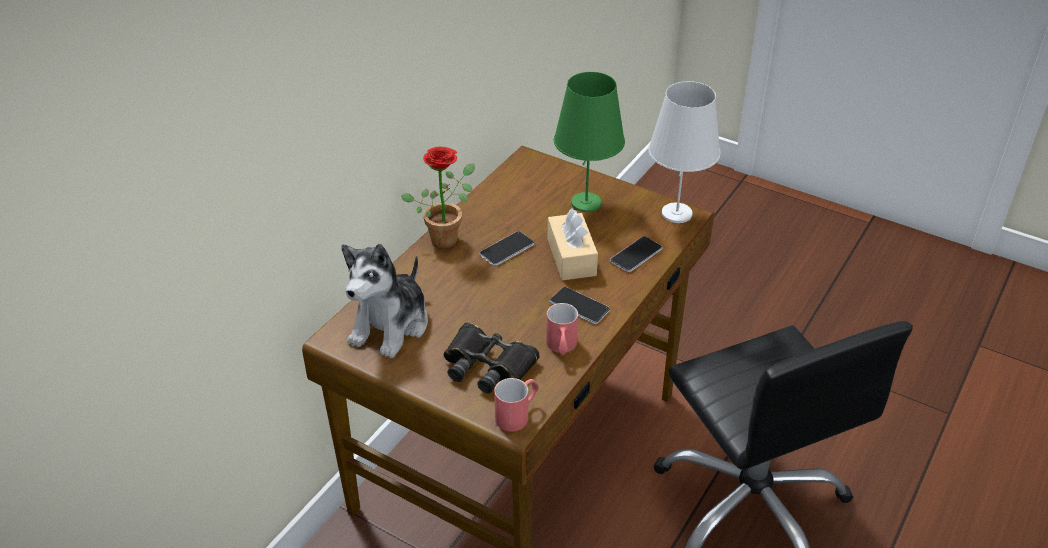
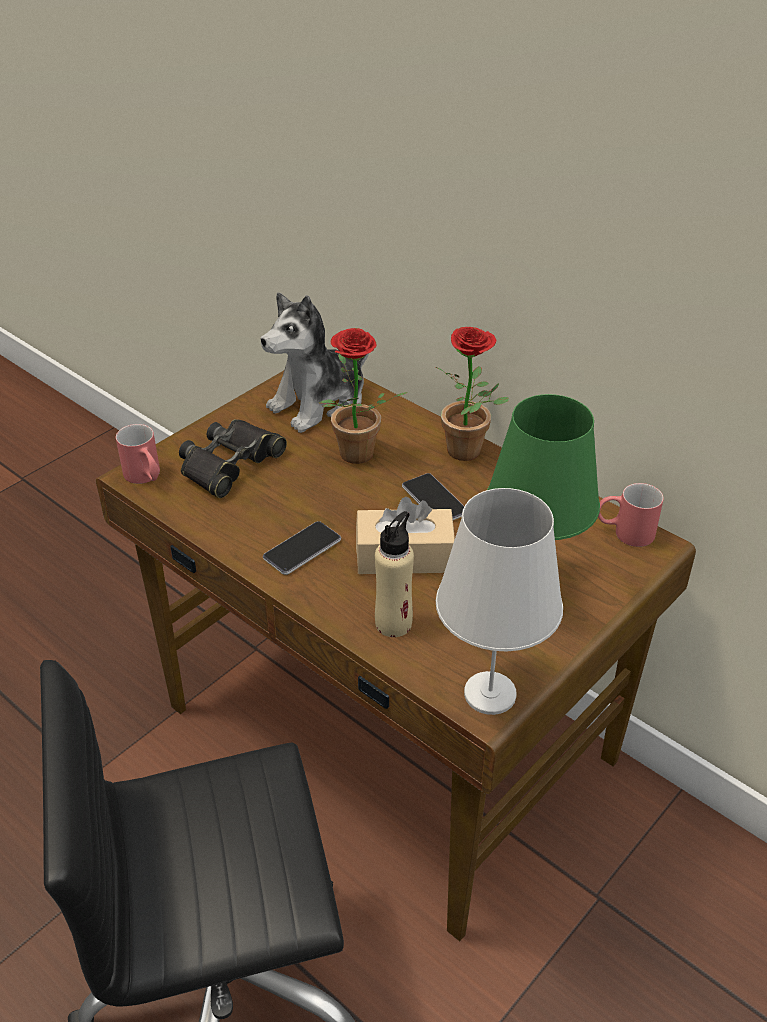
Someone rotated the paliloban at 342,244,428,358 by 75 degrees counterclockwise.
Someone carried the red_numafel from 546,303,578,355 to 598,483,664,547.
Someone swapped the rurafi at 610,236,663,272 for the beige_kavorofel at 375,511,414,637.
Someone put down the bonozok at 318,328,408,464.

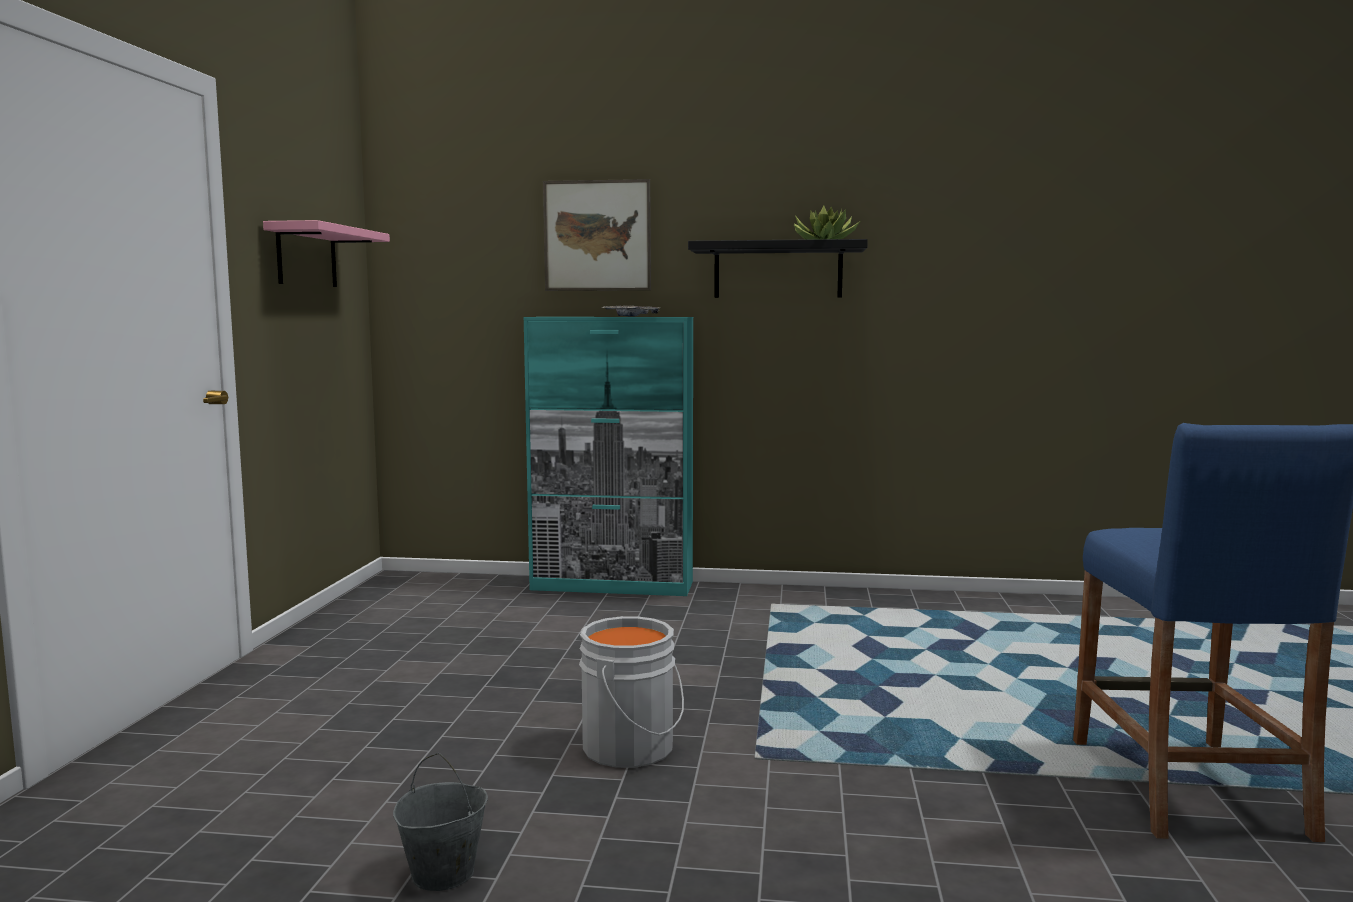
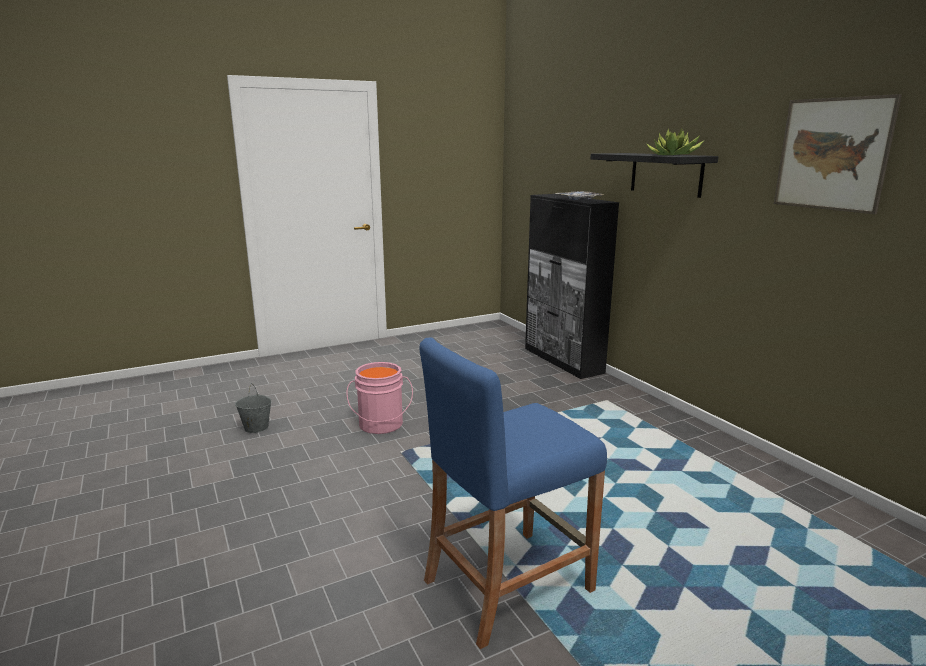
Someone took away the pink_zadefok at 263,220,390,287.
Someone repainted the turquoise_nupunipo at 523,317,693,596, which became the black_nupunipo at 525,194,619,379.
Someone carried the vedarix from 543,179,651,291 to 774,94,902,214.
Someone repainted the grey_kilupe at 579,616,684,768, which became the pink_kilupe at 346,362,413,434.

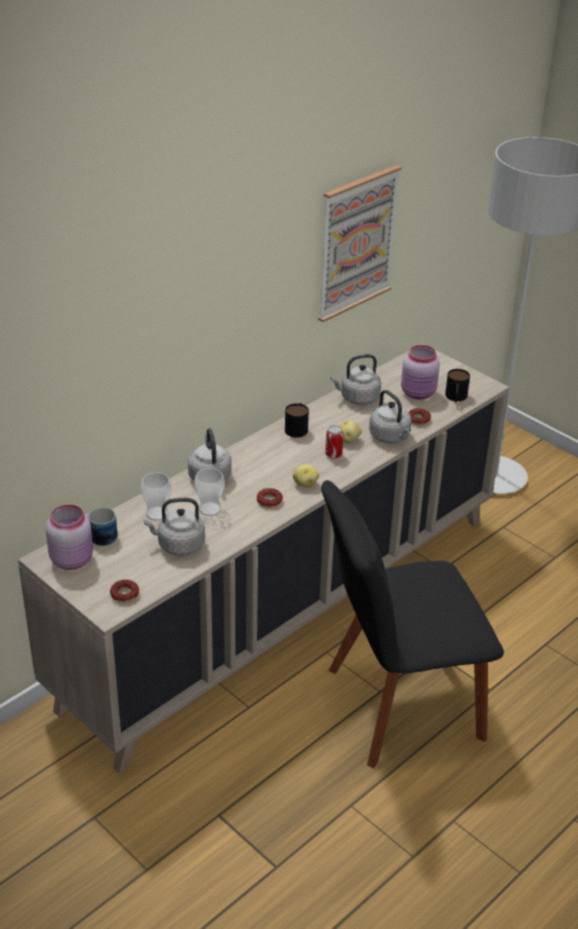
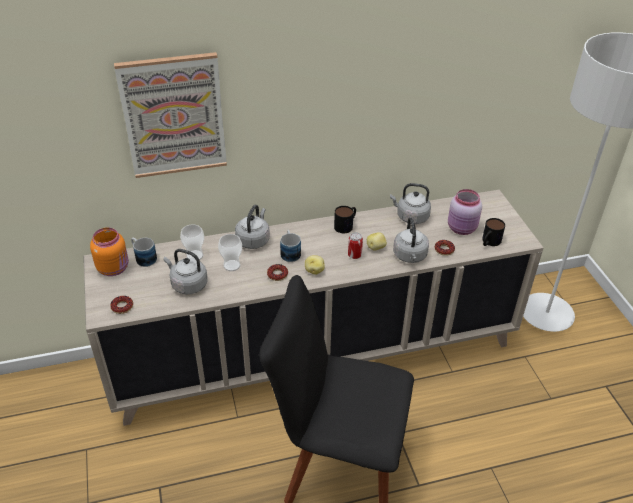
Someone repainted the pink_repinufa at 46,505,93,570, which became the orange_repinufa at 90,228,129,276.
Someone carried the vedarix from 318,165,402,322 to 114,52,227,178.
Someone put down the numafel at 280,230,301,262.

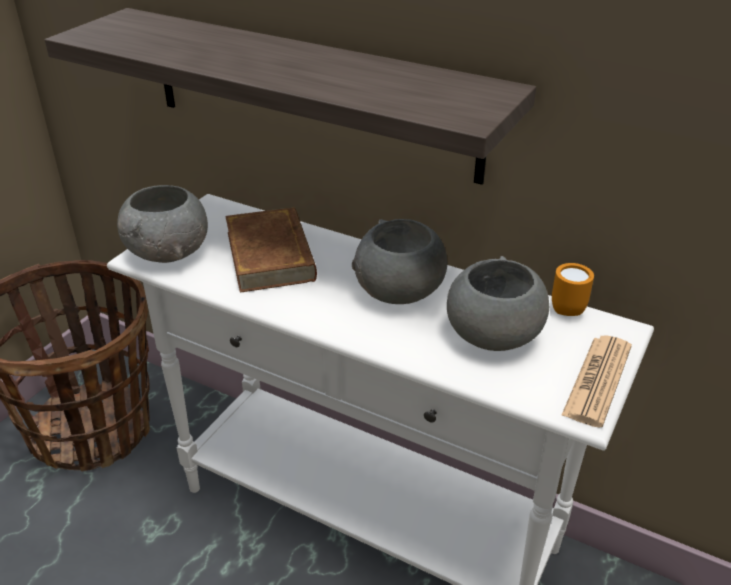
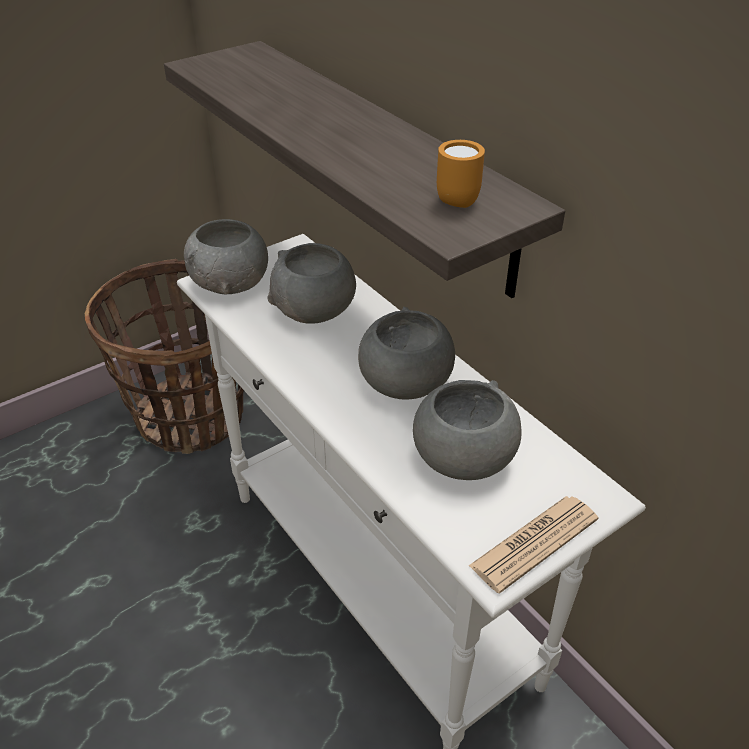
Someone swapped the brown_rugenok at 225,207,317,293 for the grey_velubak at 268,243,356,324.
Someone carried the orange_numafel from 552,263,594,316 to 437,140,485,208.

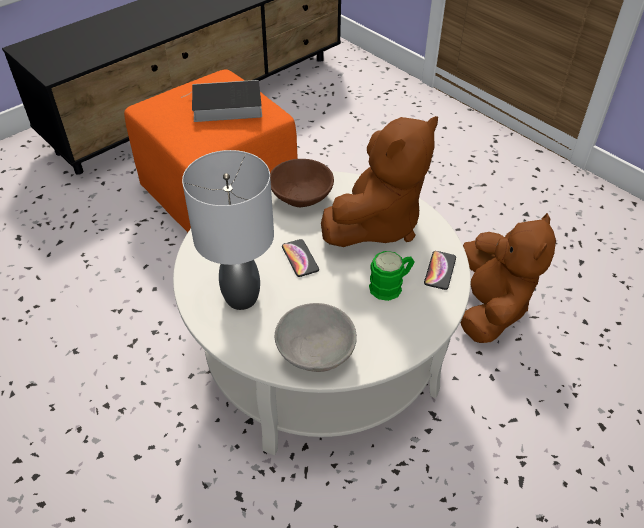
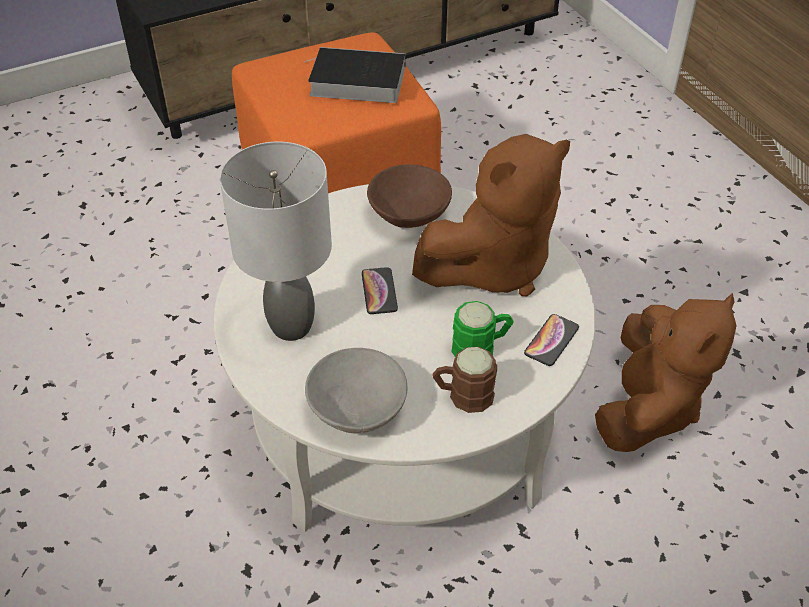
Someone put down the brown_numafel at 432,347,497,413.

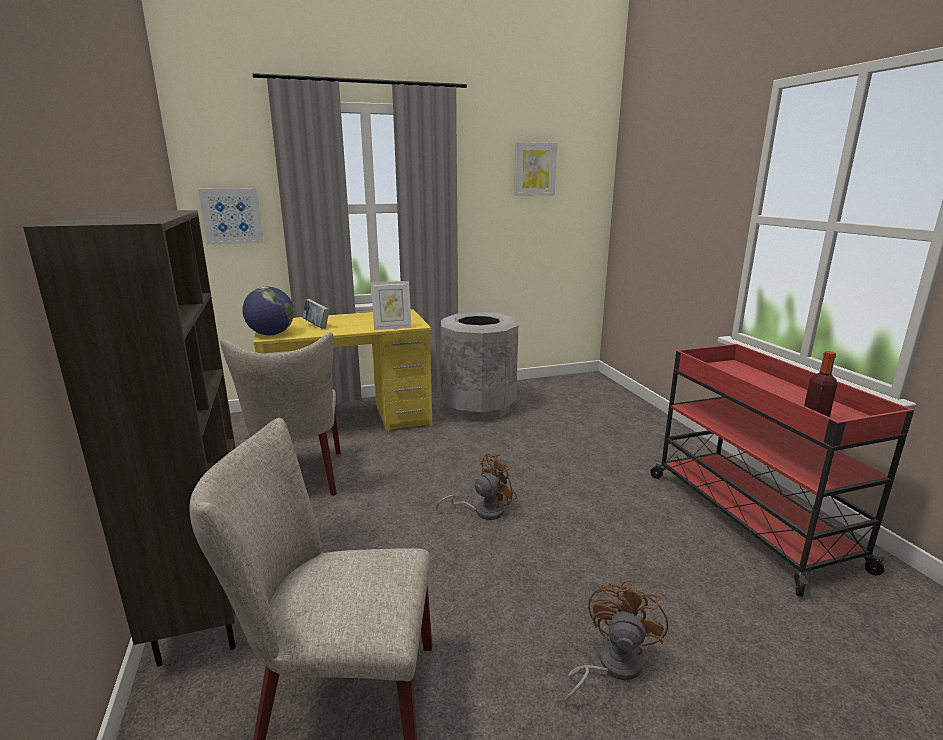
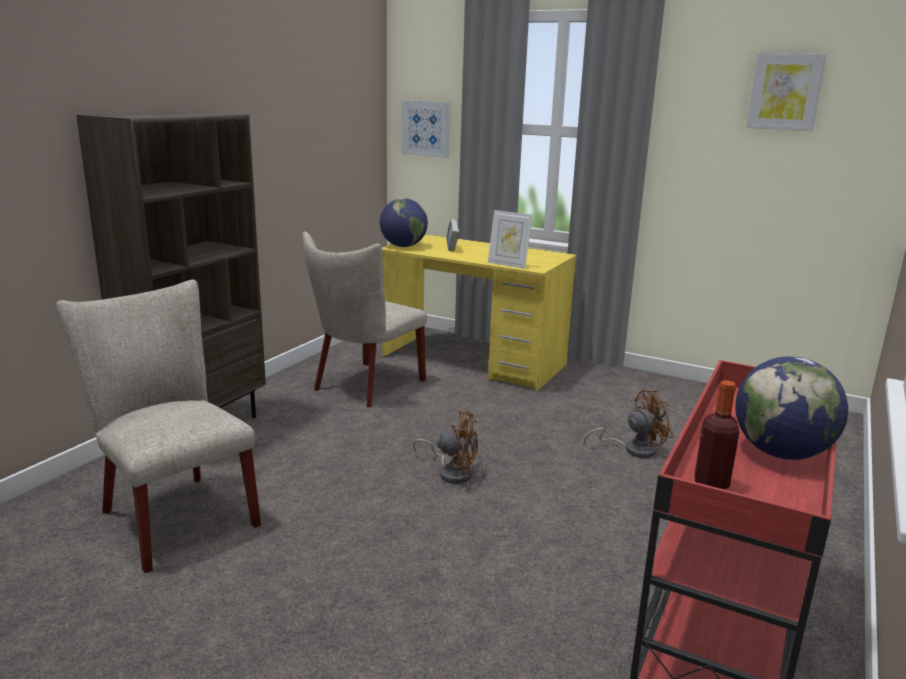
Someone took away the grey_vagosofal at 441,312,518,422.
Someone carried the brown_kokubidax from 564,580,668,702 to 584,390,673,458.
Someone put down the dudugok at 735,356,848,460.

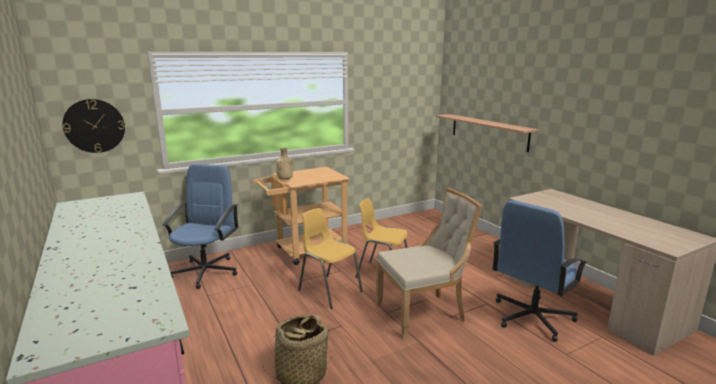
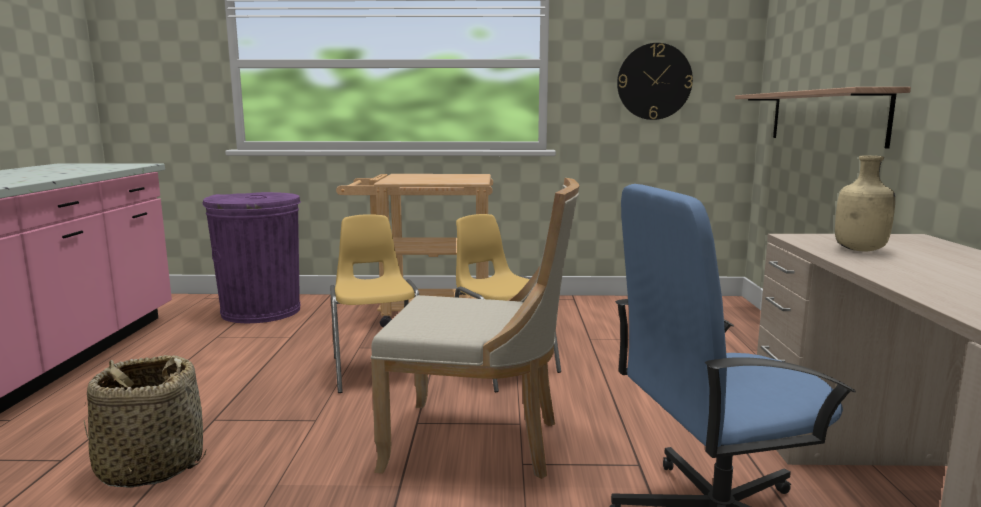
Someone carried the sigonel from 63,99,125,153 to 617,43,693,120.
Someone swapped the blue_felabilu at 162,164,238,289 for the purple_vagosofal at 202,192,301,324.
Someone carried the beige_kavorofel from 276,148,293,180 to 835,156,895,251.

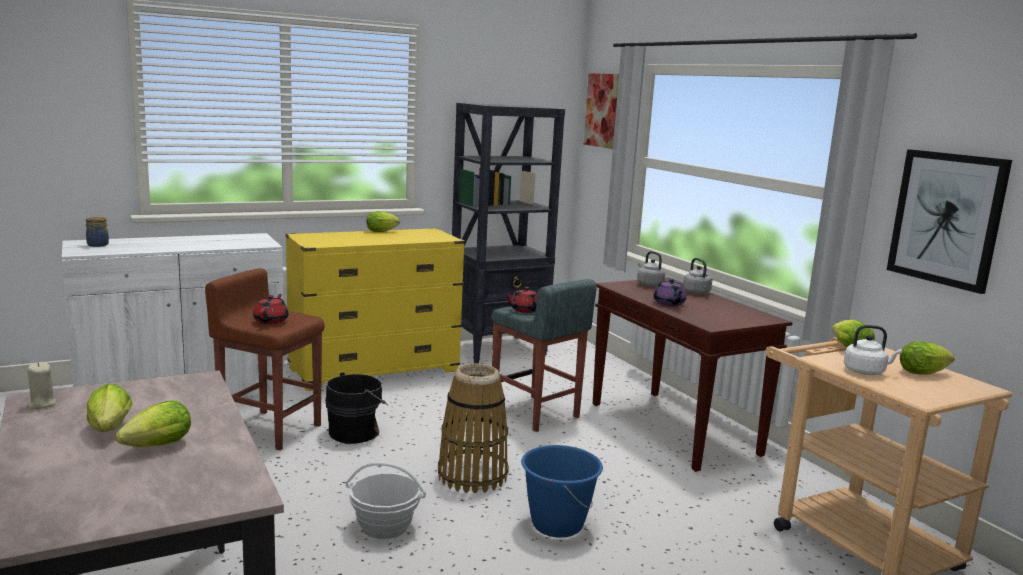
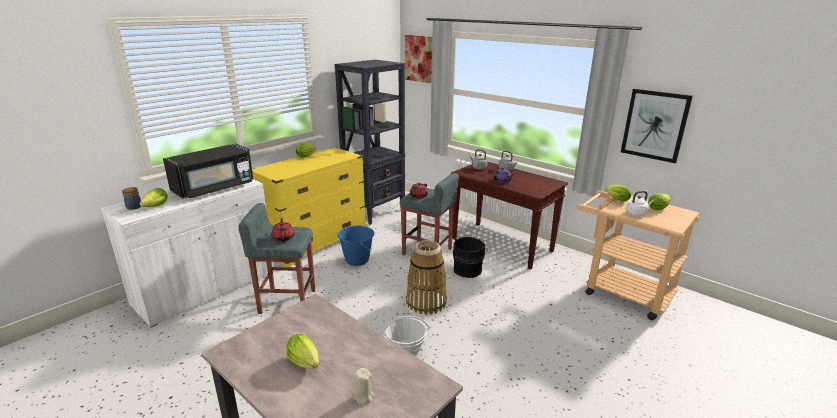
Someone carried the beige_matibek from 27,362,56,409 to 353,368,374,404.
Someone carried the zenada from 116,400,191,447 to 139,188,168,207.
Someone repainted the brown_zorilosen at 205,269,325,450, which became the grey_zorilosen at 238,203,315,314.
Someone carried the black_kilupe from 325,372,388,444 to 453,237,488,278.
Someone carried the blue_kilupe from 521,445,603,538 to 337,226,374,266.
Someone put down the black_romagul at 163,143,254,199.

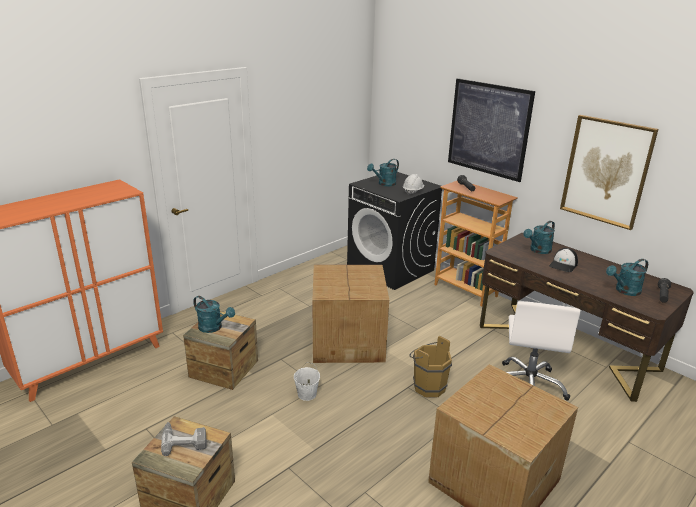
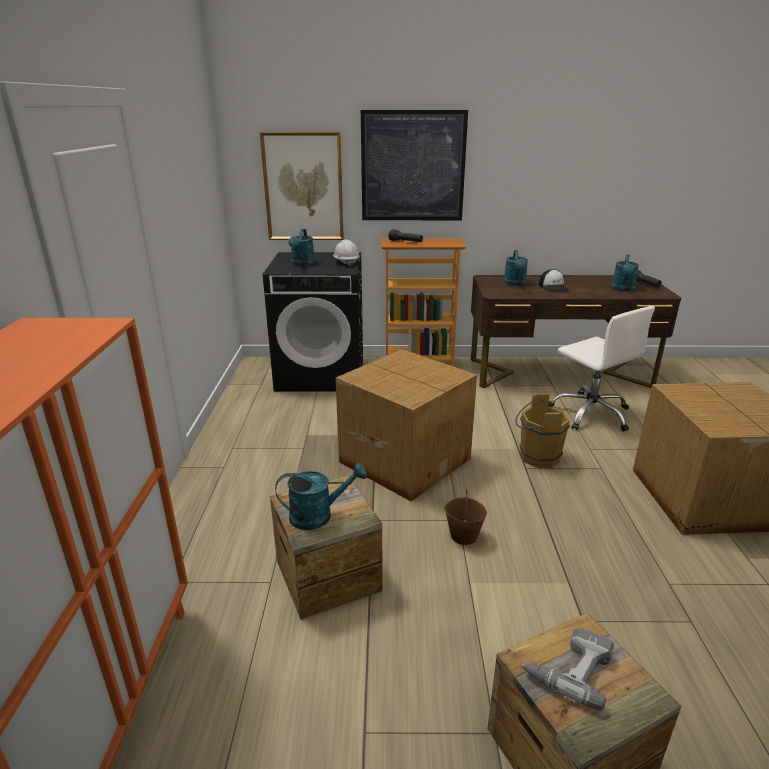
Someone repainted the white_kilupe at 294,363,320,401, which became the brown_kilupe at 444,489,487,545.
Someone carried the vedarix from 560,115,658,230 to 260,132,344,240.

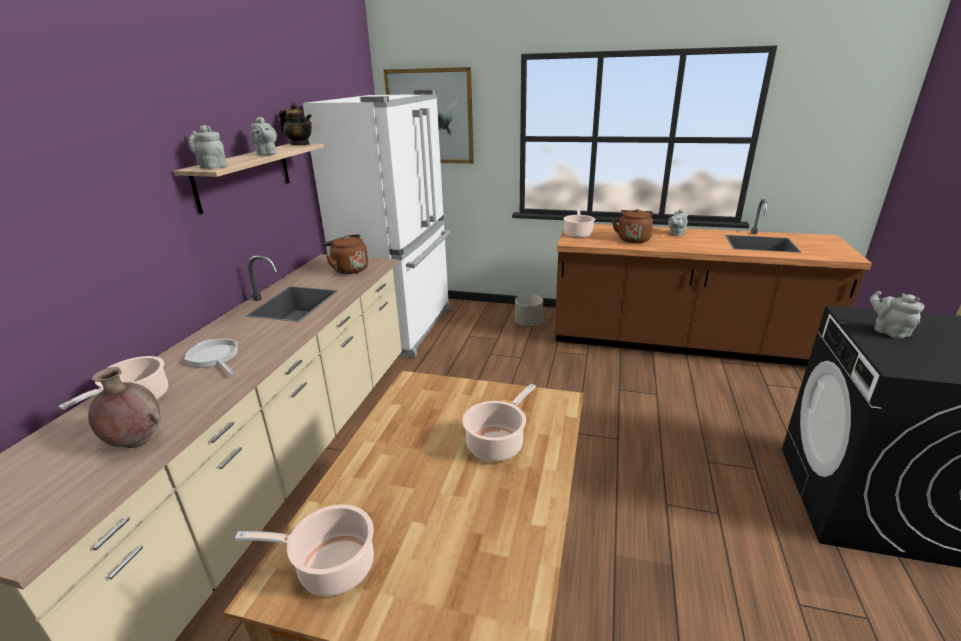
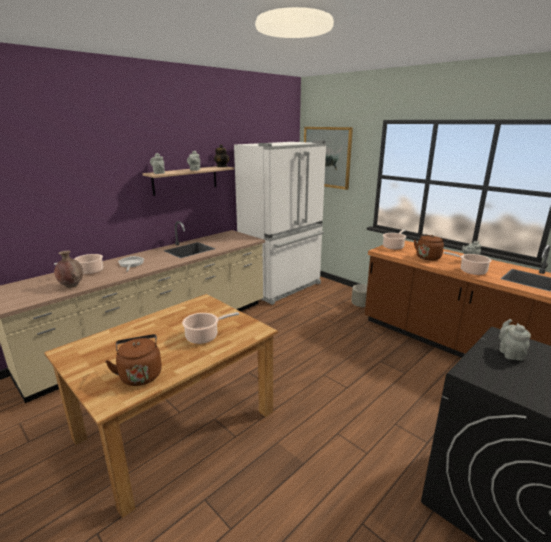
Someone carried the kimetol from 235,504,374,596 to 443,252,492,275.
Someone carried the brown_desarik from 322,234,368,274 to 105,334,162,386.

